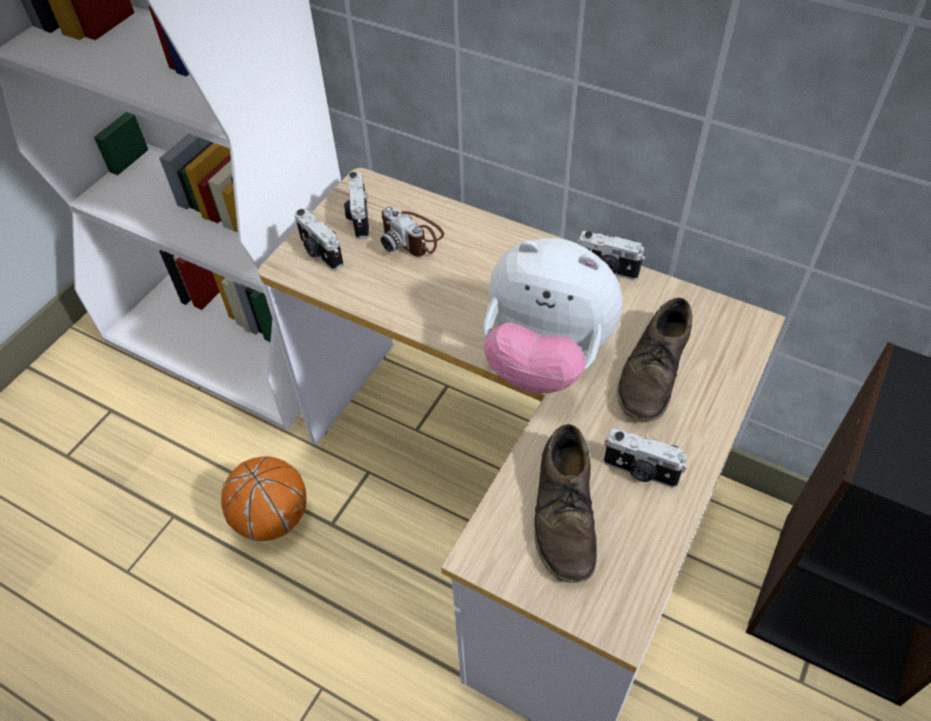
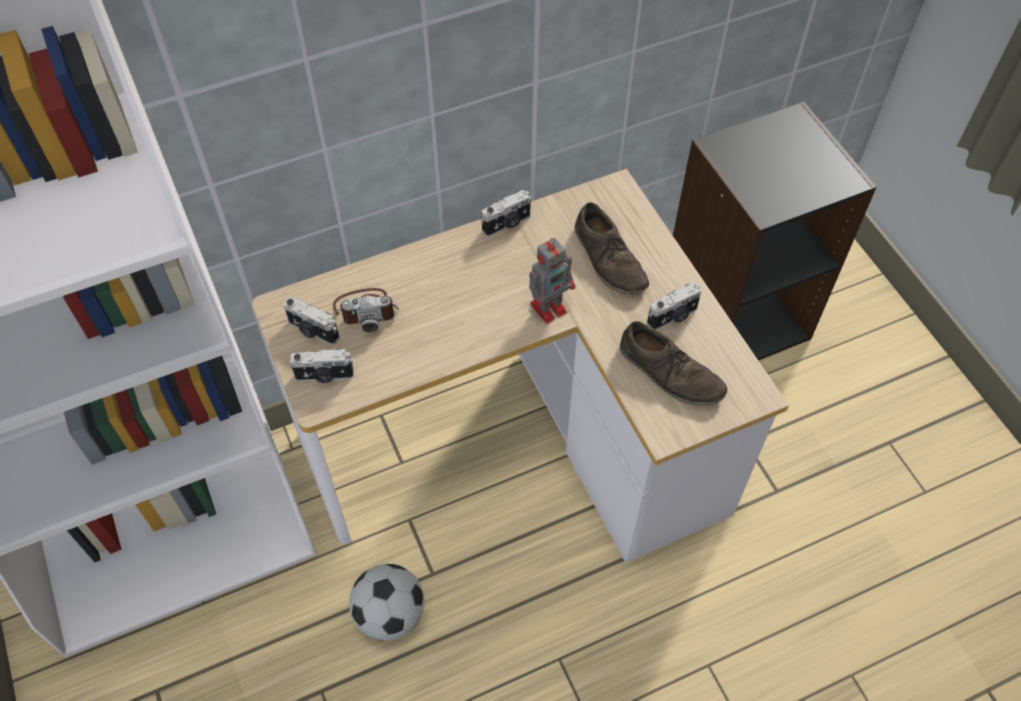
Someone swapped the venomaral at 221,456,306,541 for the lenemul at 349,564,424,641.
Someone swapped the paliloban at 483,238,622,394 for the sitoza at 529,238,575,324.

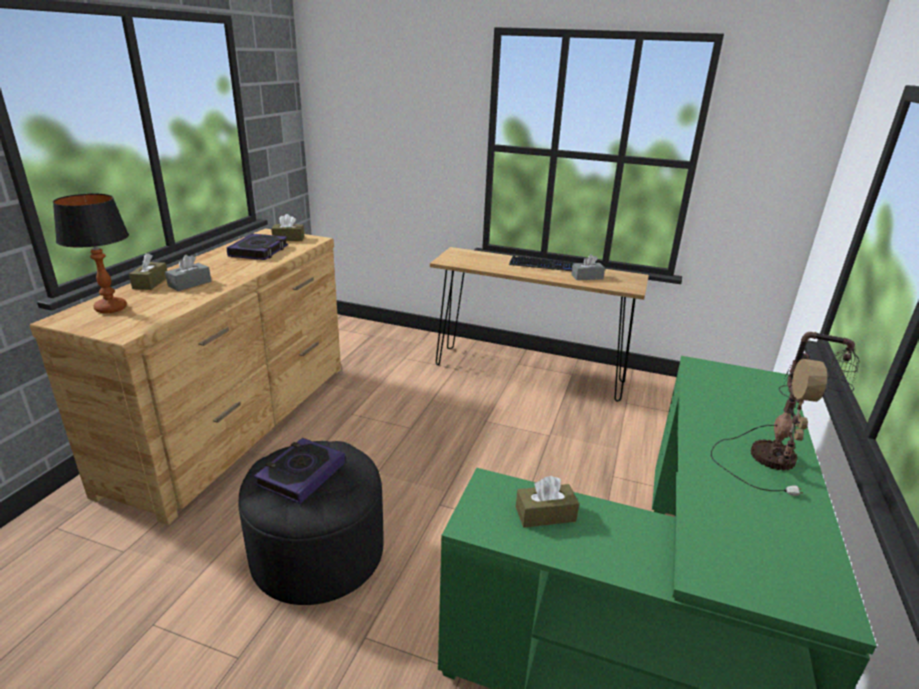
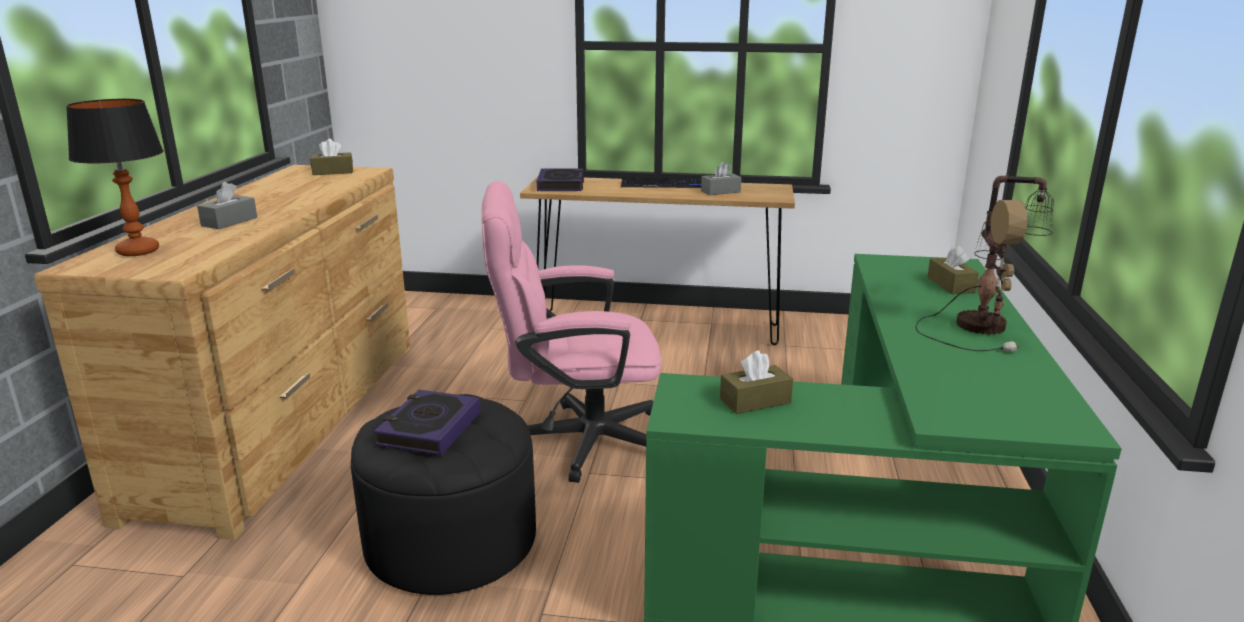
Someone carried the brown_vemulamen from 129,253,167,290 to 927,245,979,294.
Someone carried the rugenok from 226,233,288,260 to 537,168,584,191.
Someone put down the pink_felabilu at 481,181,661,483.

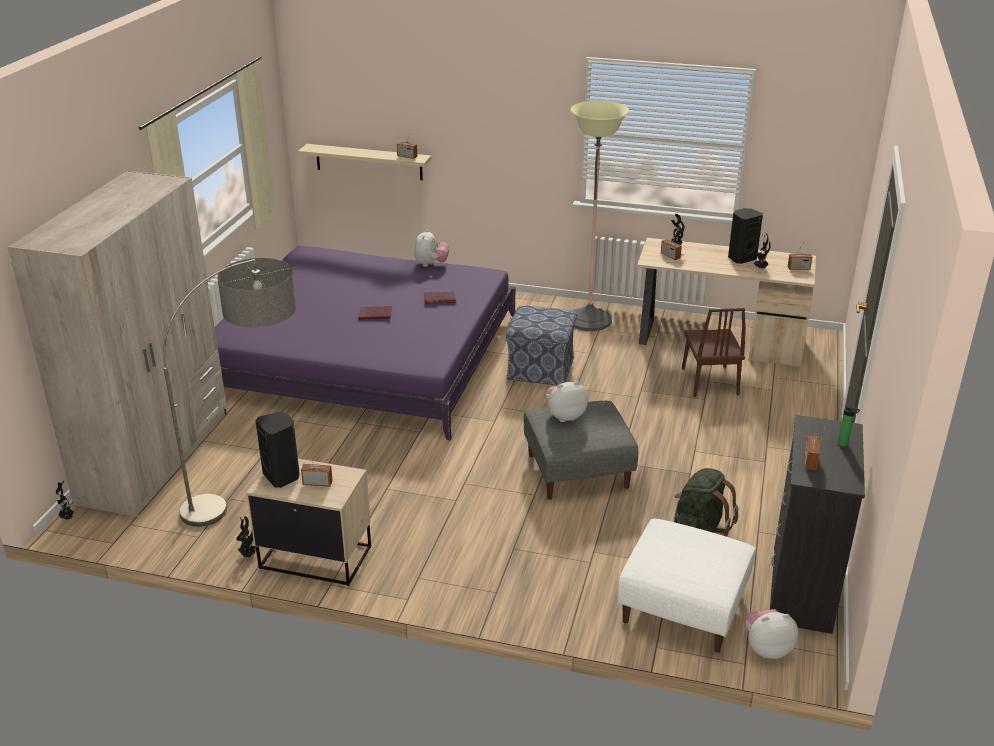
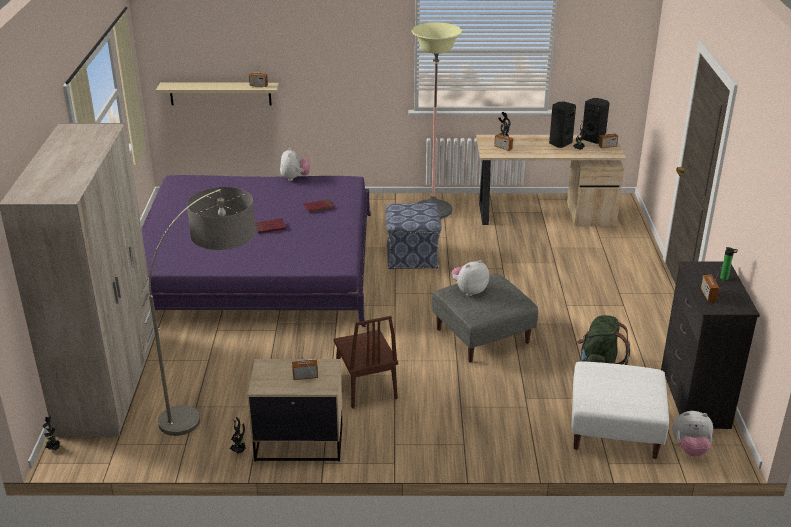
Someone carried the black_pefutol from 255,412,300,488 to 582,98,610,144.
Someone carried the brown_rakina from 682,308,746,397 to 334,316,398,409.
Someone rotated the paliloban at 746,609,798,659 by 150 degrees counterclockwise.

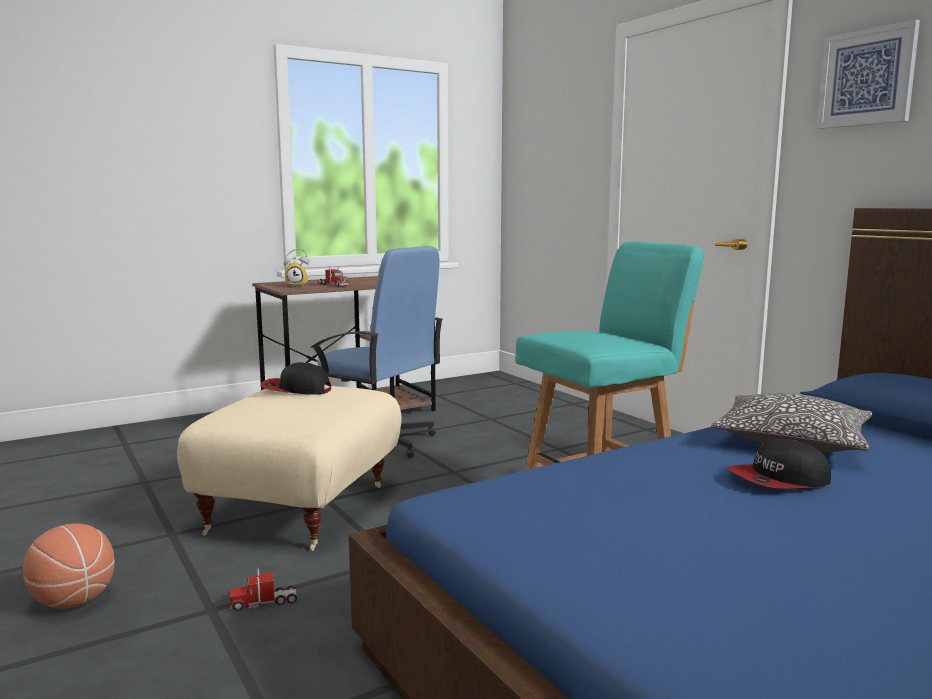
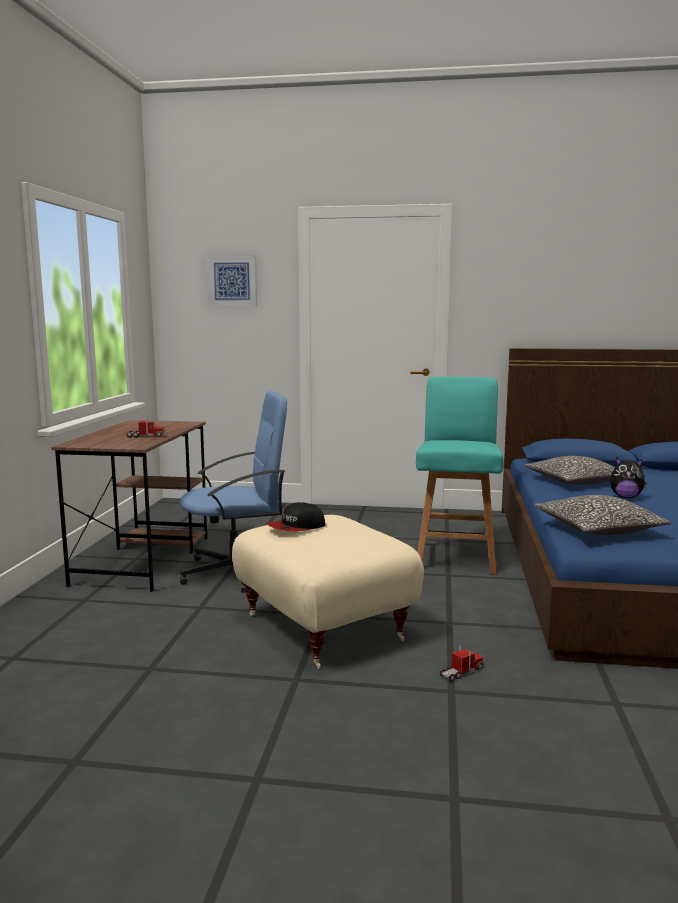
Someone took away the venomaral at 23,523,115,608.
Someone rotated the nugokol at 230,569,297,611 by 150 degrees counterclockwise.
Someone took away the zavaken at 284,248,309,285.
Someone swapped the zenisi at 727,439,831,489 for the paliloban at 610,457,647,498.
Someone carried the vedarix from 817,19,920,129 to 207,255,257,306.
Someone put down the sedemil at 534,495,671,535.

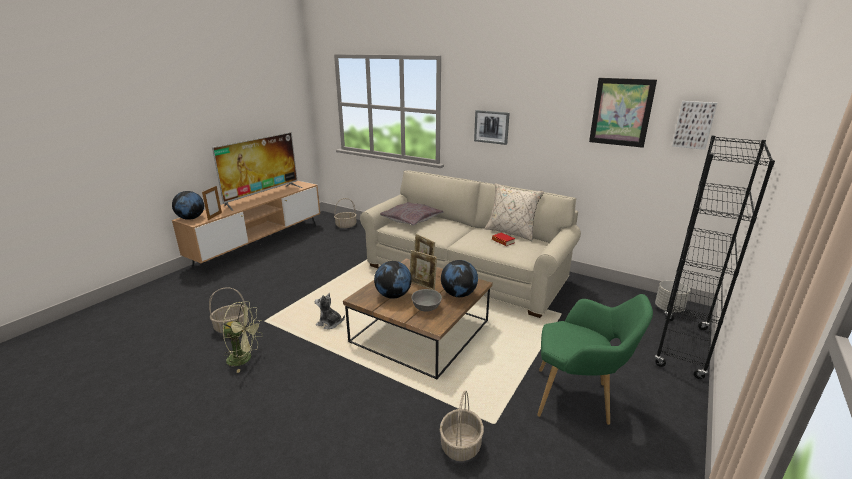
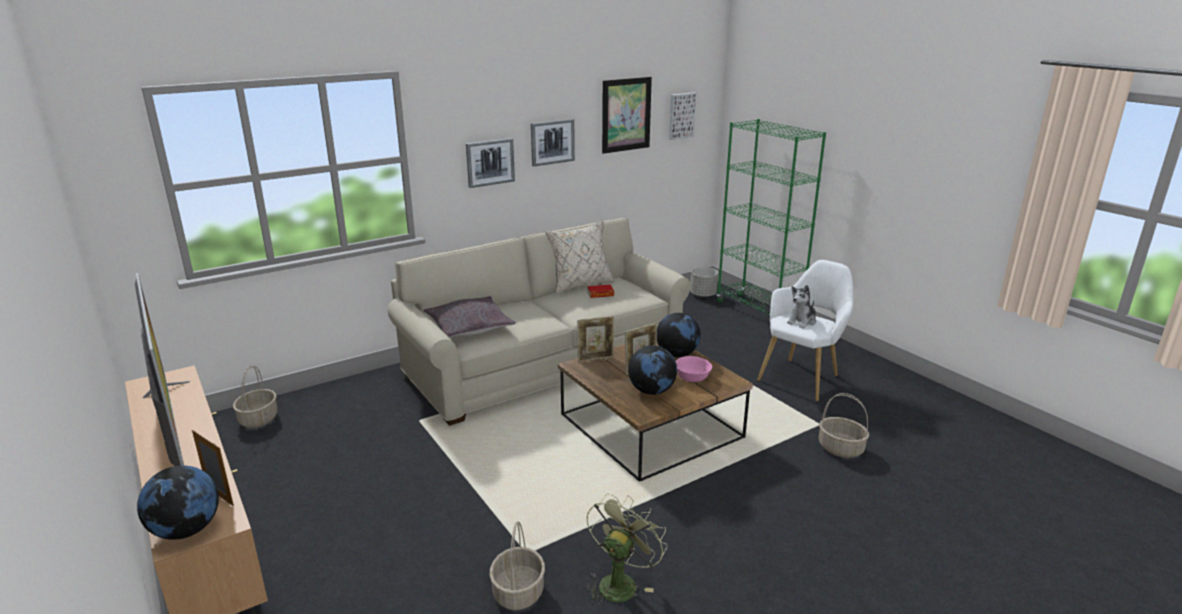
Someone carried the paliloban from 315,293,345,329 to 787,285,816,329.
Someone repainted the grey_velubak at 411,289,442,312, which became the pink_velubak at 676,356,712,382.
Someone repainted the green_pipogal at 537,294,653,425, which became the white_pipogal at 757,260,853,401.
Someone repainted the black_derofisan at 655,136,775,379, which became the green_derofisan at 716,119,826,315.
Someone put up the vedarix at 531,119,575,166.

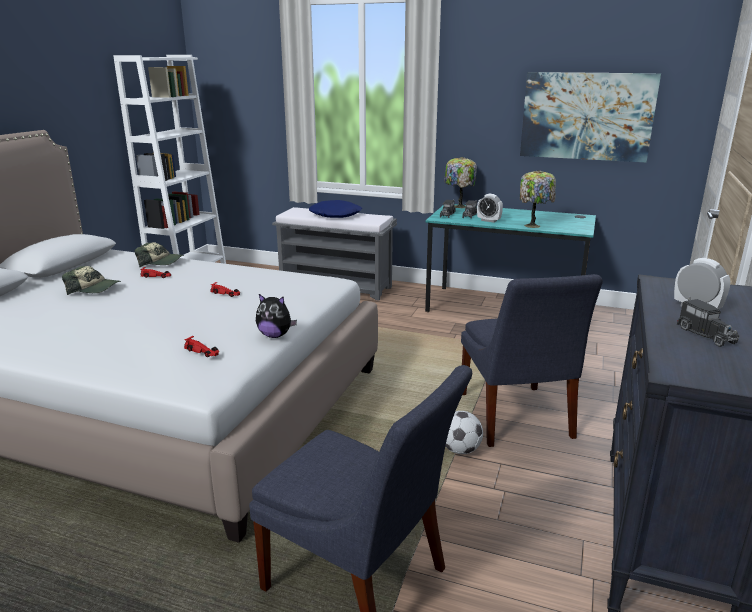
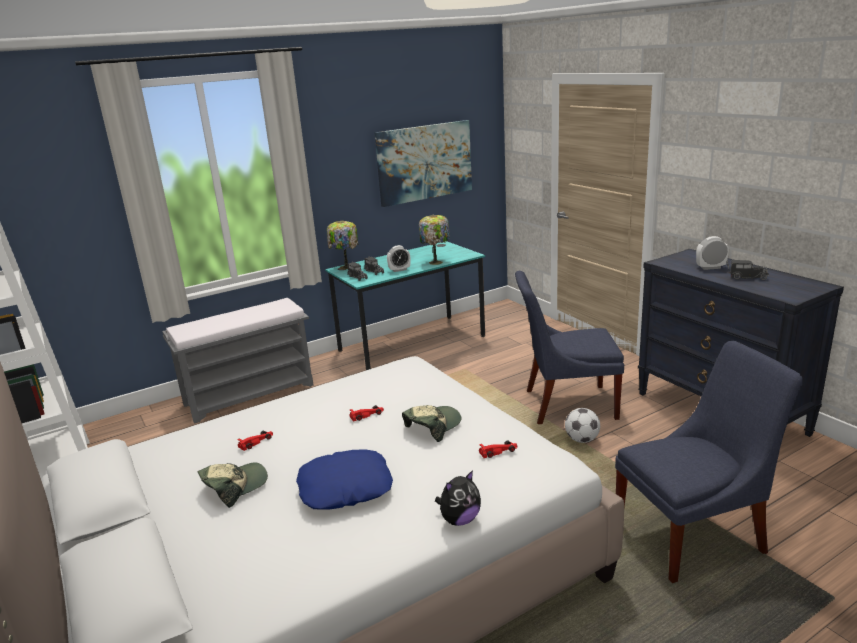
Someone carried the zenisi from 135,242,184,267 to 402,405,462,442.
Someone carried the paliloban from 256,294,297,338 to 435,470,481,526.
Someone carried the blue_sedemil from 309,200,362,218 to 296,450,393,509.
Someone rotated the blue_rakina at 461,274,603,447 by 150 degrees clockwise.

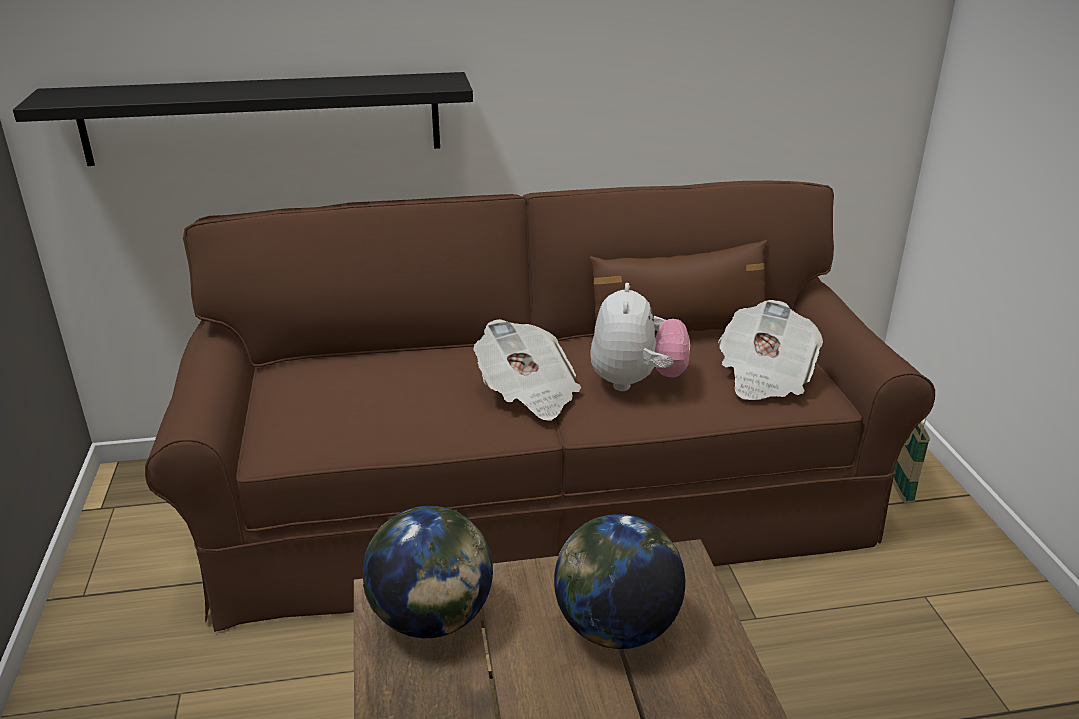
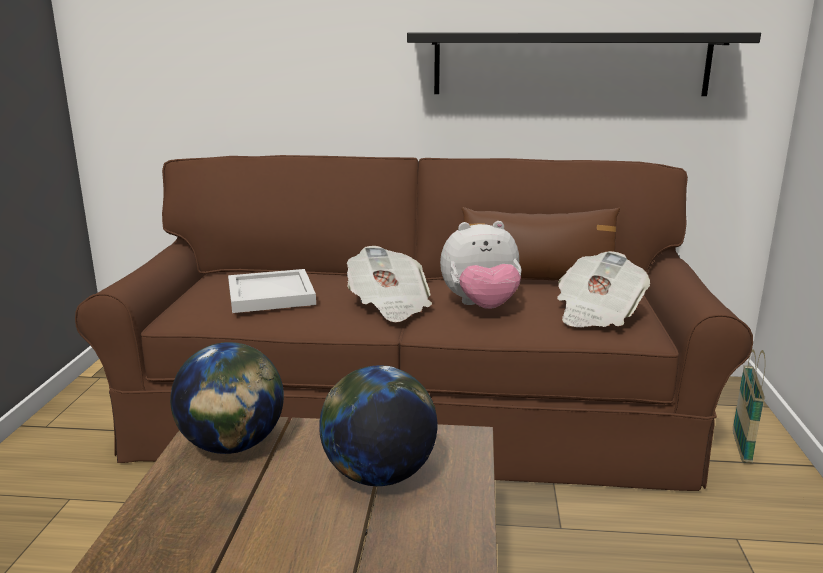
Someone carried the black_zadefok from 13,72,473,166 to 407,33,761,96.
Someone rotated the paliloban at 590,283,690,391 by 60 degrees clockwise.
Someone put down the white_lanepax at 228,269,316,313.

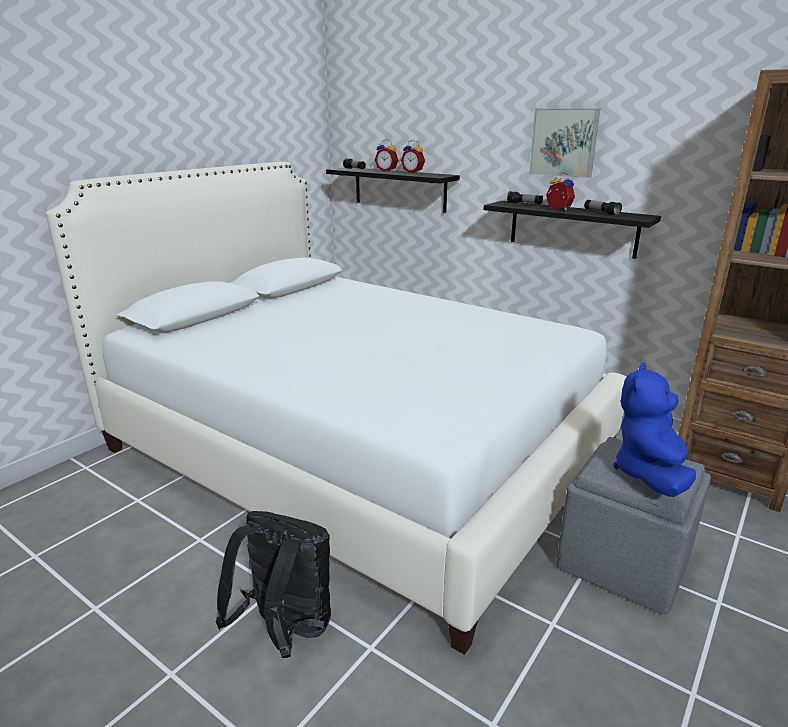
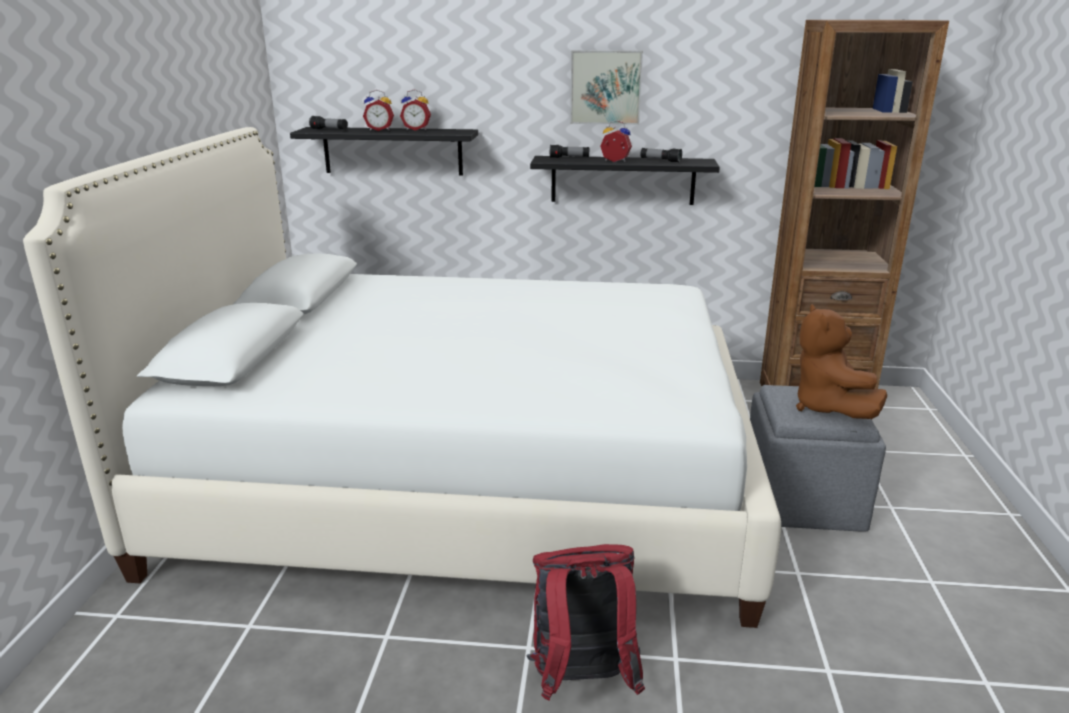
Someone repainted the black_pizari at 216,511,331,658, which became the red_pizari at 526,544,645,700.
Someone repainted the blue_paliloban at 613,363,696,497, which became the brown_paliloban at 796,304,887,419.

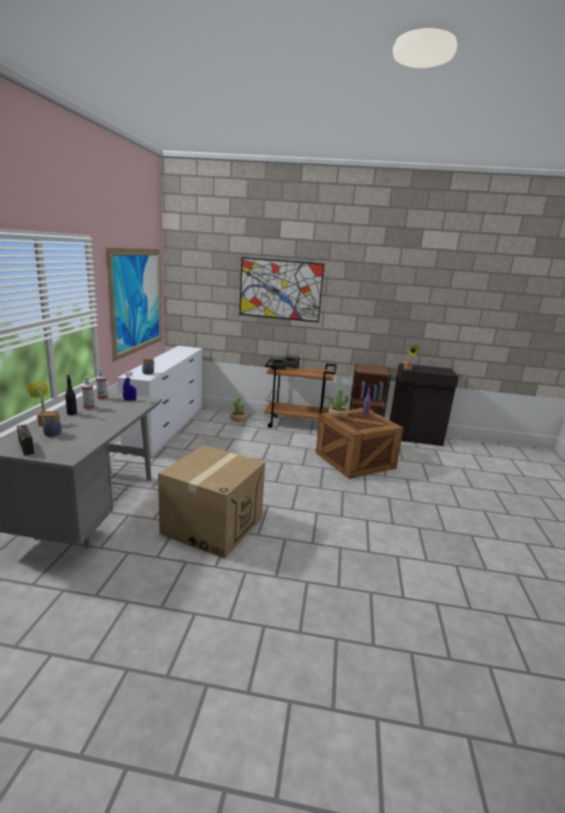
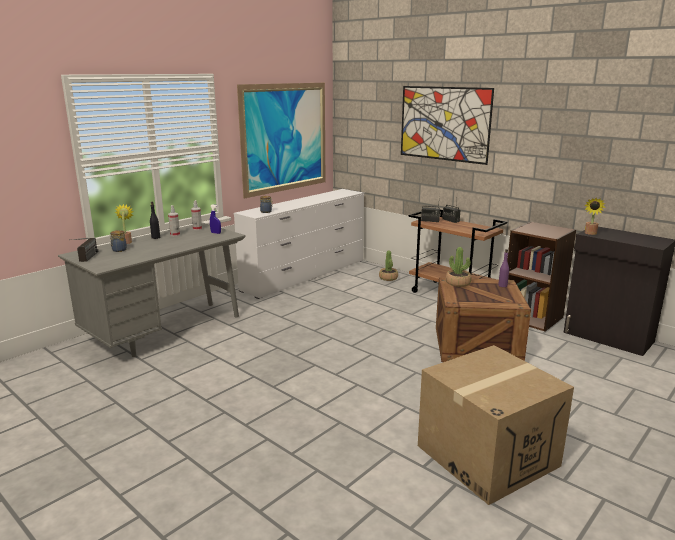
Someone carried the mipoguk from 158,445,265,559 to 418,345,574,505.

